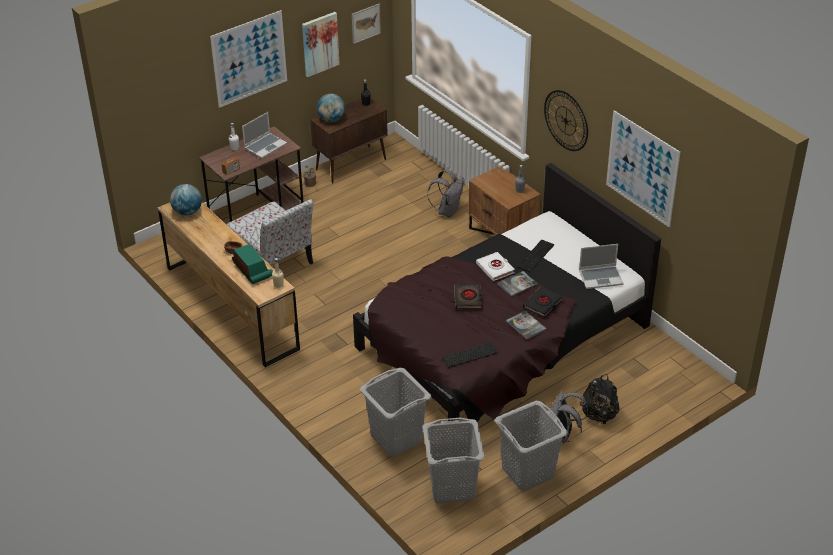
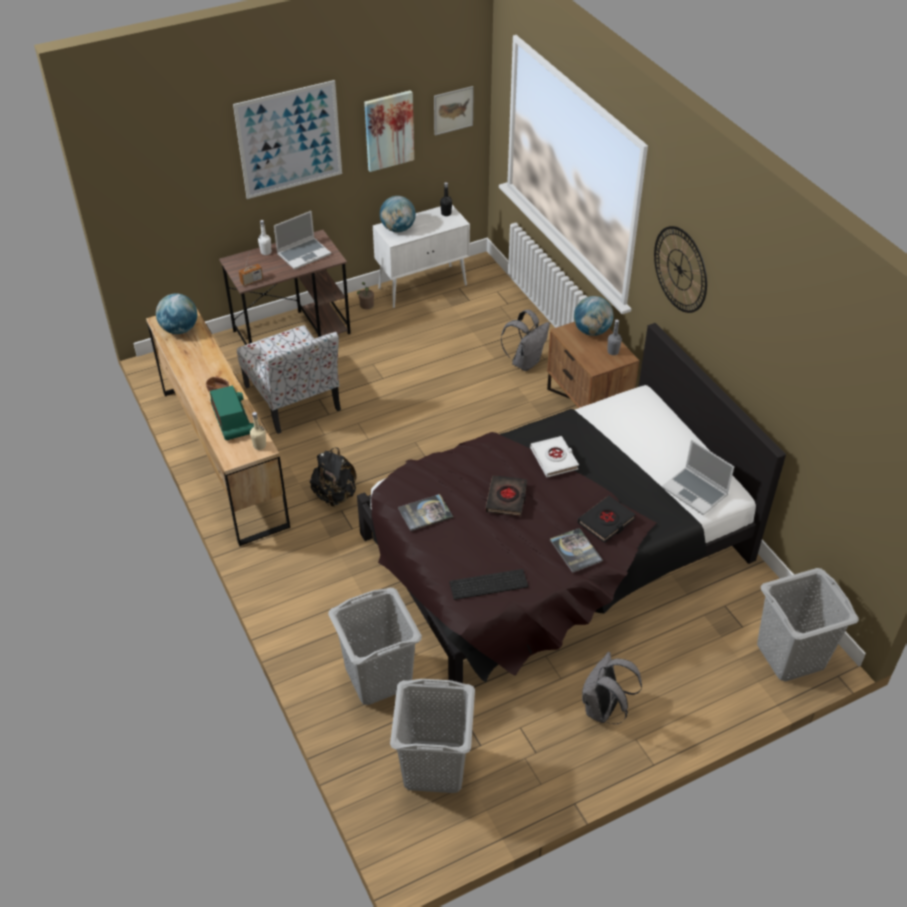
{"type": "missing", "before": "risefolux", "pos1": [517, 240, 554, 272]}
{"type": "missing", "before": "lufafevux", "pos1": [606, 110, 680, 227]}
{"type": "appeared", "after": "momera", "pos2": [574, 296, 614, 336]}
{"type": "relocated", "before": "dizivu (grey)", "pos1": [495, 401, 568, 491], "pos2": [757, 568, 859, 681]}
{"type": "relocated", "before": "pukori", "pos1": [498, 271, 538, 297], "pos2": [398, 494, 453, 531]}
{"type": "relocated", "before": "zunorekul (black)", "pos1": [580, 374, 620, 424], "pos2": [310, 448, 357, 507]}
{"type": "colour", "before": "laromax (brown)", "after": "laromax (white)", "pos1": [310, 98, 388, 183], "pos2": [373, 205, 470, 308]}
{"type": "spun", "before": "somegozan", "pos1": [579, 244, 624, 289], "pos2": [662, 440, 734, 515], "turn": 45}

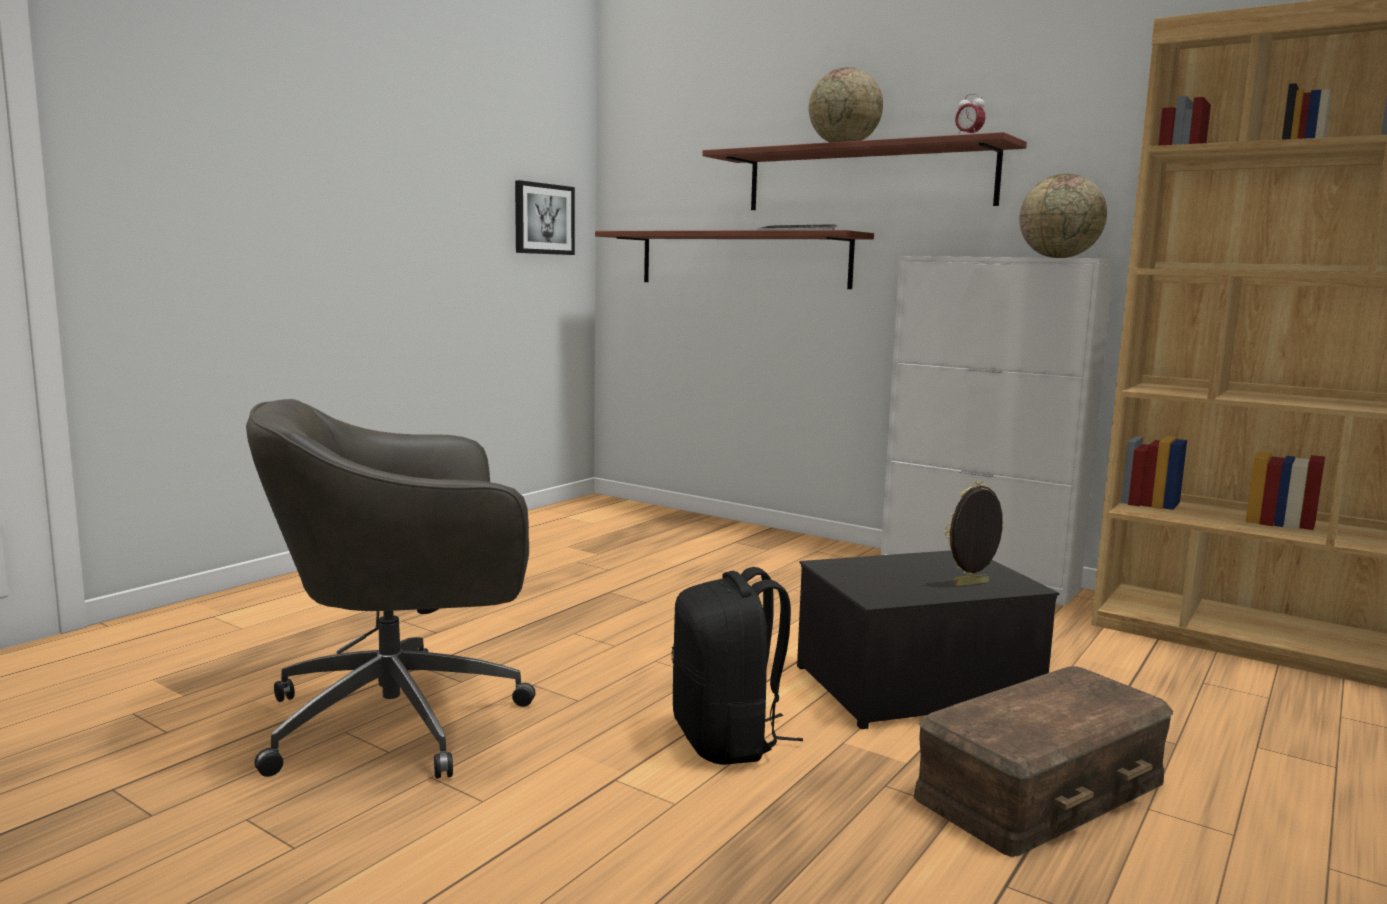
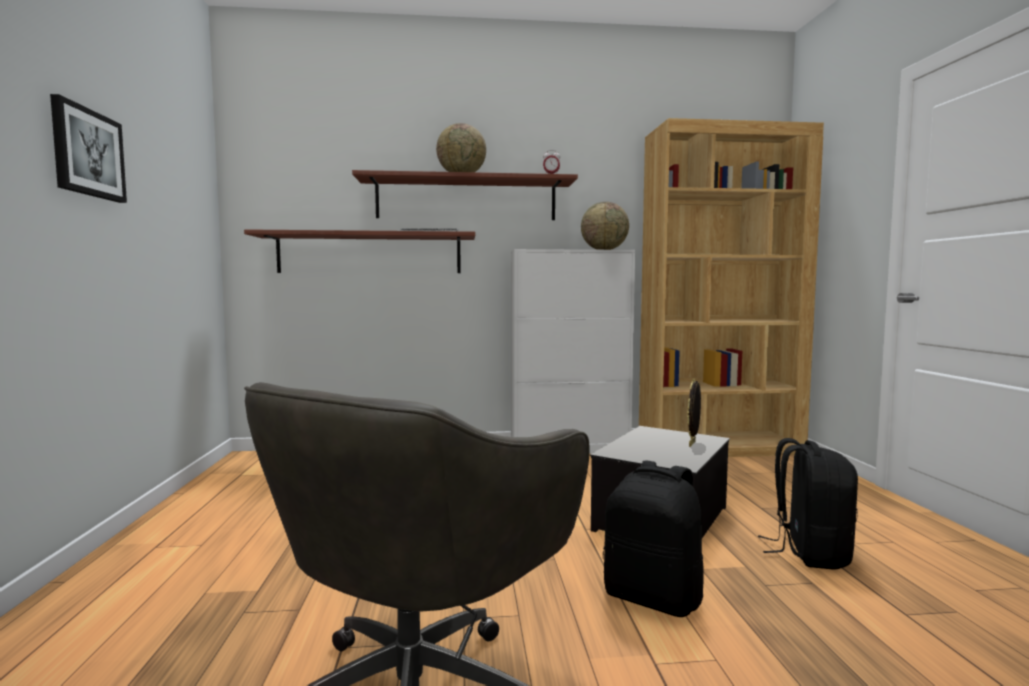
{"type": "relocated", "before": "lufafevux", "pos1": [515, 180, 575, 255], "pos2": [50, 94, 127, 203]}
{"type": "exchanged", "before": "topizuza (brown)", "after": "zunorekul (black)", "pos1": [914, 666, 1173, 857], "pos2": [758, 438, 858, 570]}

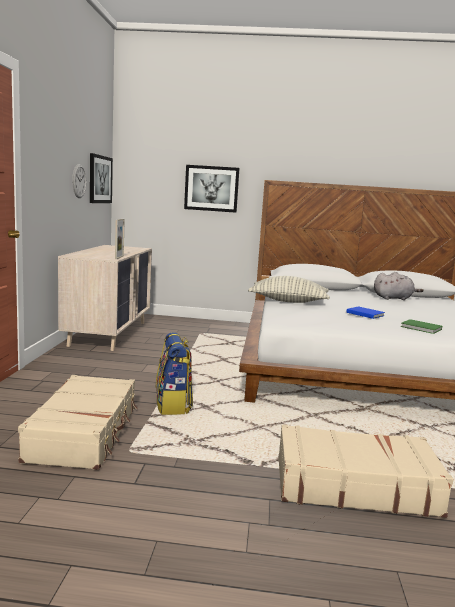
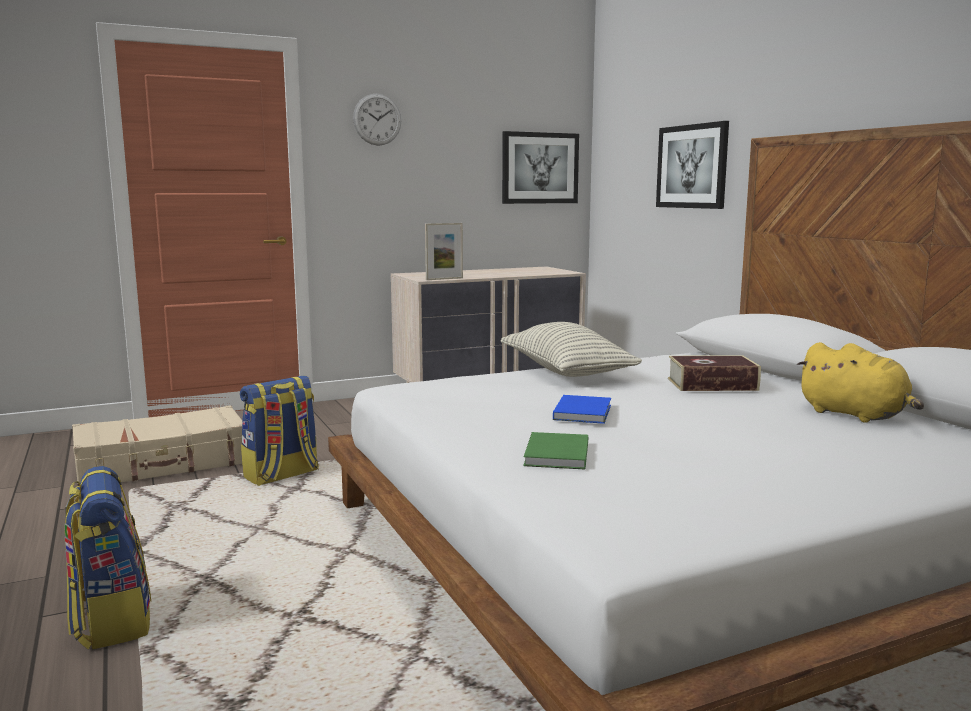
{"type": "appeared", "after": "pukori", "pos2": [668, 355, 761, 391]}
{"type": "relocated", "before": "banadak", "pos1": [72, 164, 86, 198], "pos2": [353, 94, 401, 146]}
{"type": "exchanged", "before": "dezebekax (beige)", "after": "zunorekul", "pos1": [279, 425, 454, 518], "pos2": [64, 466, 151, 650]}
{"type": "colour", "before": "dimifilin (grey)", "after": "dimifilin (yellow)", "pos1": [374, 272, 424, 300], "pos2": [797, 342, 924, 423]}

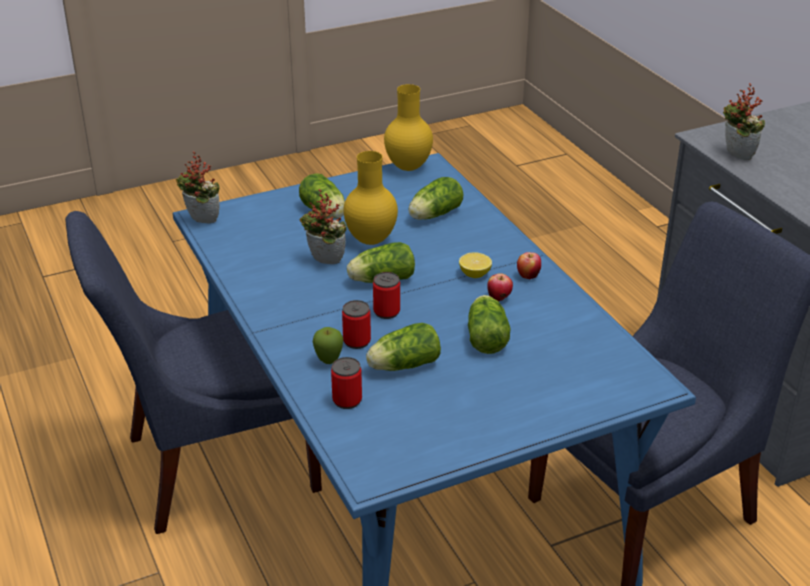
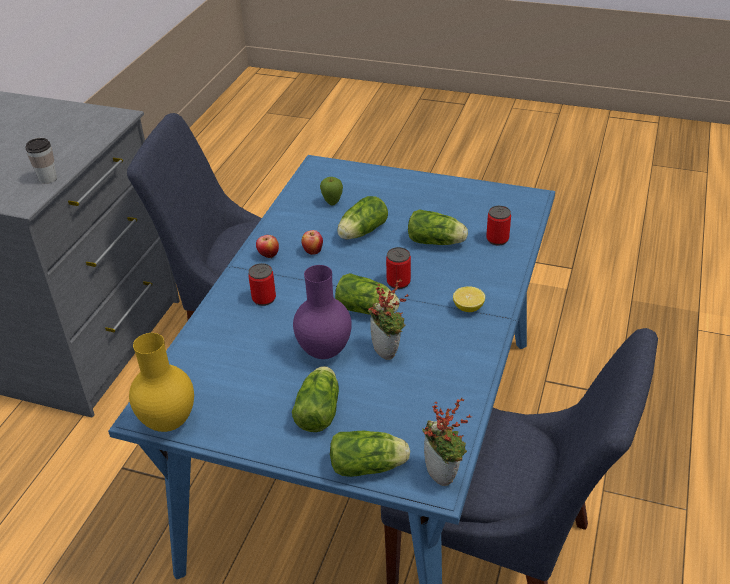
{"type": "relocated", "before": "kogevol", "pos1": [313, 327, 343, 364], "pos2": [320, 177, 343, 206]}
{"type": "relocated", "before": "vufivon", "pos1": [342, 300, 371, 349], "pos2": [248, 263, 276, 306]}
{"type": "relocated", "before": "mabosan", "pos1": [408, 177, 464, 220], "pos2": [330, 431, 410, 477]}
{"type": "relocated", "before": "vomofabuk", "pos1": [459, 252, 492, 278], "pos2": [453, 286, 485, 312]}
{"type": "exchanged", "before": "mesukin", "after": "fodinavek", "pos1": [723, 83, 765, 160], "pos2": [25, 138, 57, 184]}
{"type": "colour", "before": "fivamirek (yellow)", "after": "fivamirek (purple)", "pos1": [343, 151, 398, 245], "pos2": [293, 265, 352, 359]}

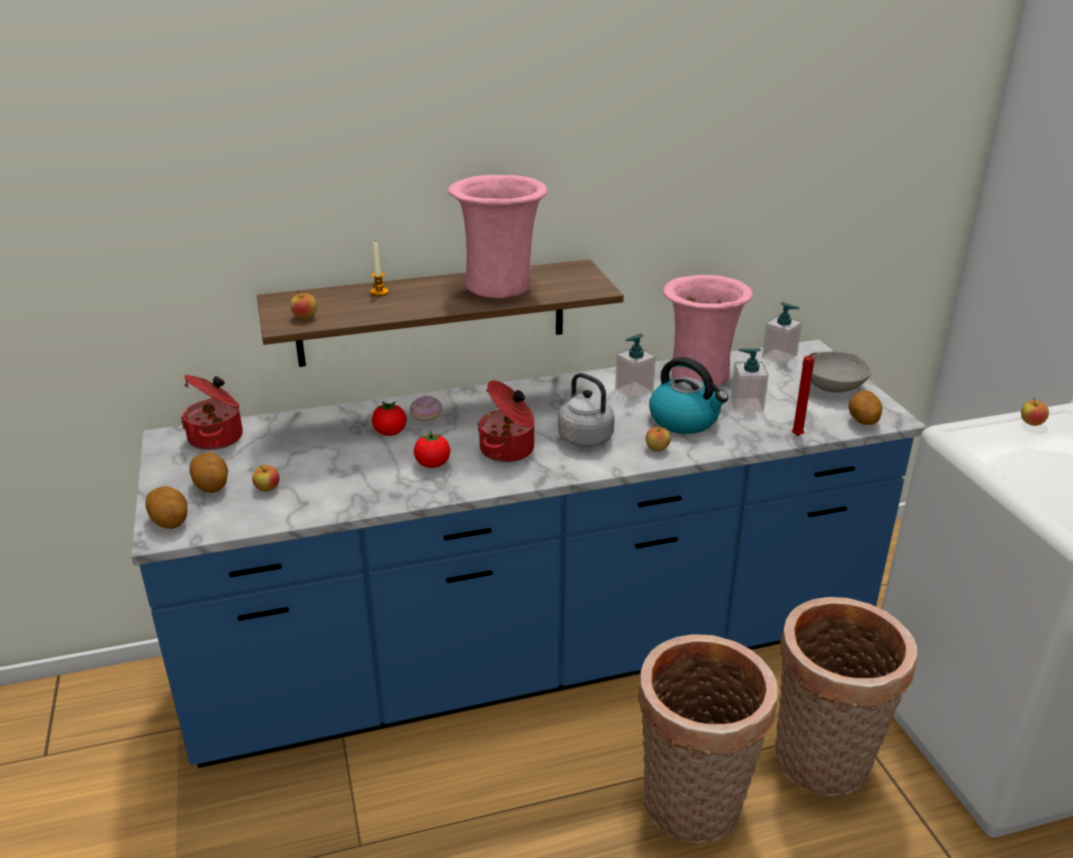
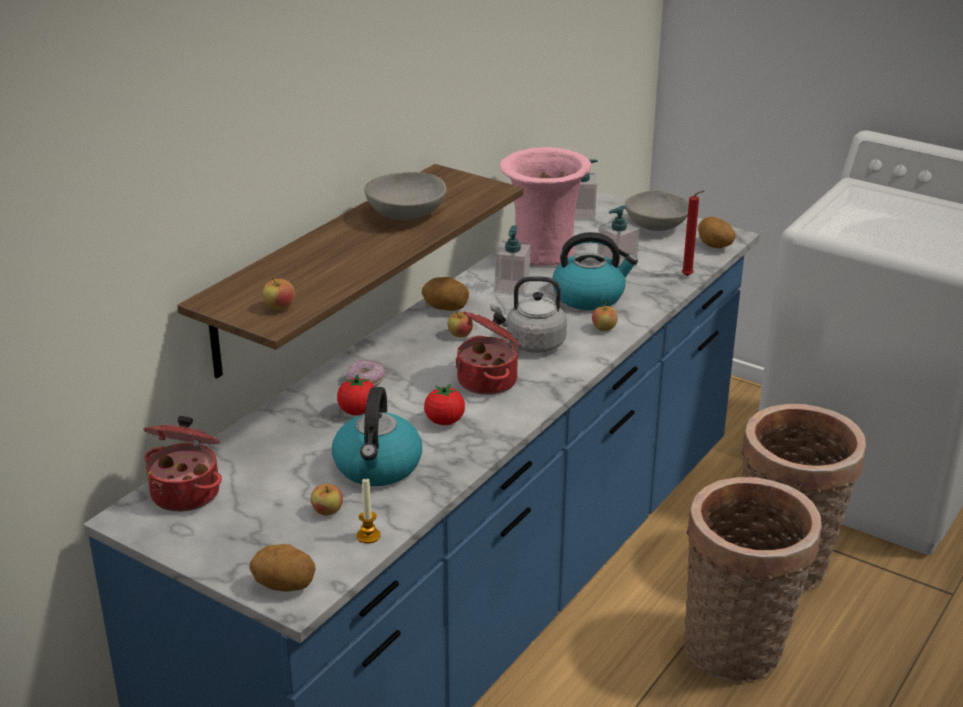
{"type": "appeared", "after": "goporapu", "pos2": [332, 387, 422, 486]}
{"type": "relocated", "before": "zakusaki", "pos1": [190, 452, 228, 493], "pos2": [422, 277, 469, 311]}
{"type": "relocated", "before": "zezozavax", "pos1": [370, 242, 389, 296], "pos2": [356, 478, 381, 544]}
{"type": "relocated", "before": "kogevol", "pos1": [1021, 398, 1049, 426], "pos2": [448, 311, 473, 338]}
{"type": "exchanged", "before": "fivamirek (pink)", "after": "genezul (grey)", "pos1": [448, 175, 547, 298], "pos2": [364, 172, 446, 220]}

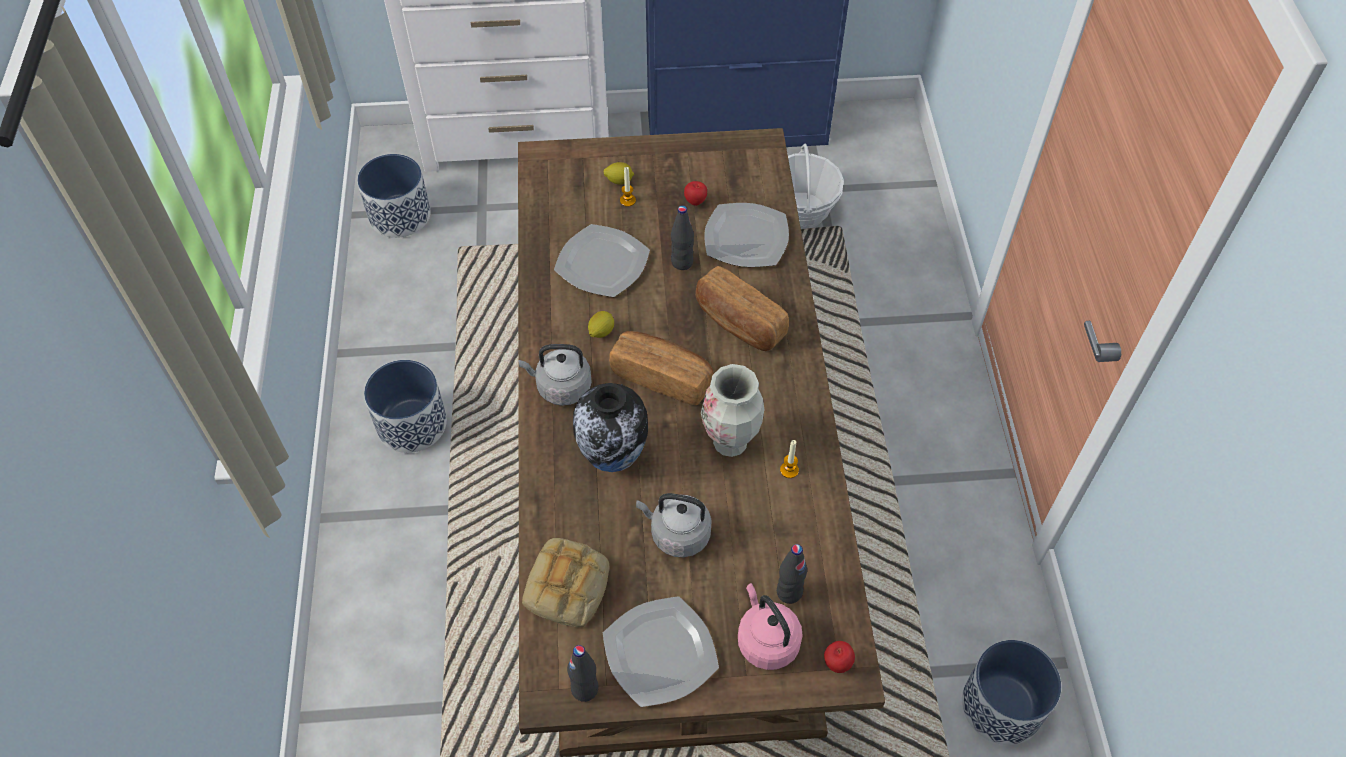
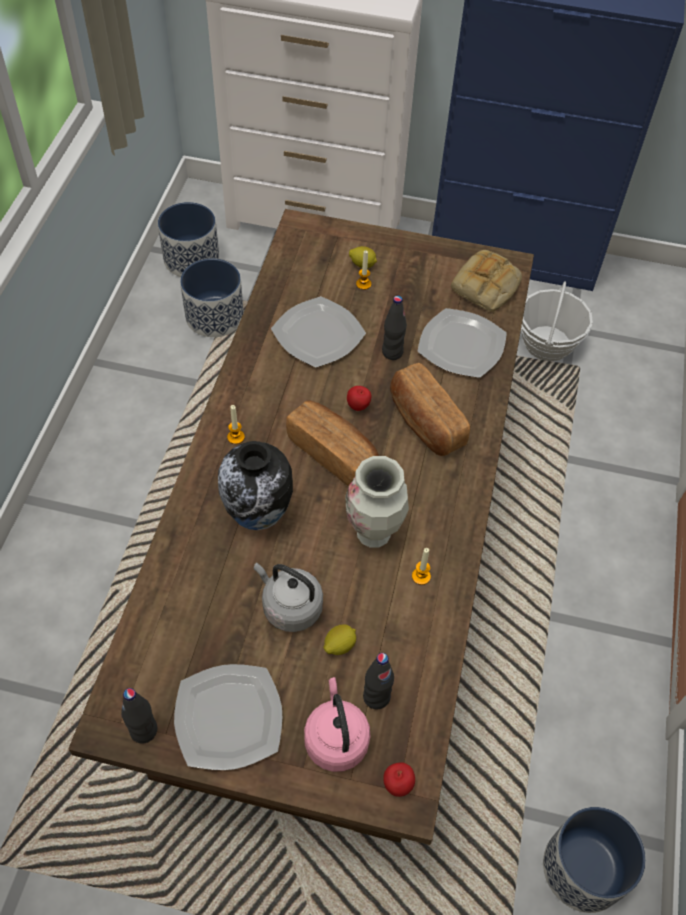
{"type": "relocated", "before": "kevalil", "pos1": [364, 360, 447, 453], "pos2": [180, 258, 244, 337]}
{"type": "relocated", "before": "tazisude", "pos1": [522, 538, 609, 628], "pos2": [451, 250, 522, 312]}
{"type": "relocated", "before": "vomofabuk", "pos1": [588, 311, 614, 338], "pos2": [323, 624, 356, 655]}
{"type": "relocated", "before": "kogevol", "pos1": [684, 181, 707, 206], "pos2": [347, 386, 371, 411]}
{"type": "exchanged", "before": "goporapu (grey)", "after": "zezozavax", "pos1": [519, 344, 592, 406], "pos2": [227, 405, 245, 444]}

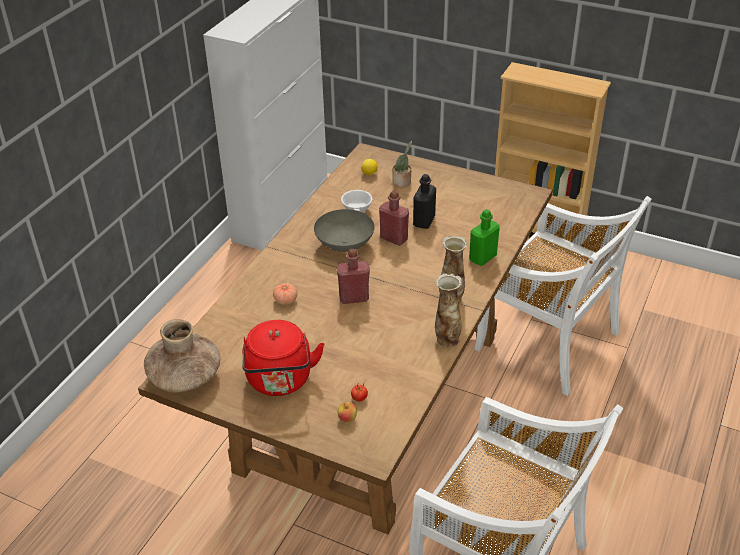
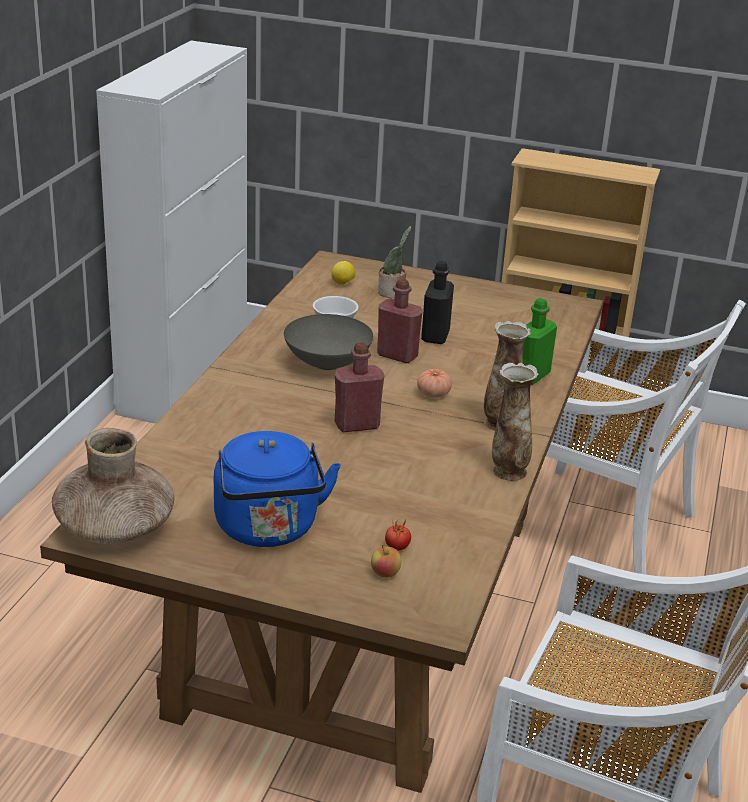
{"type": "relocated", "before": "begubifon", "pos1": [273, 283, 298, 305], "pos2": [417, 369, 452, 398]}
{"type": "colour", "before": "goporapu (red)", "after": "goporapu (blue)", "pos1": [242, 320, 324, 396], "pos2": [214, 431, 341, 547]}

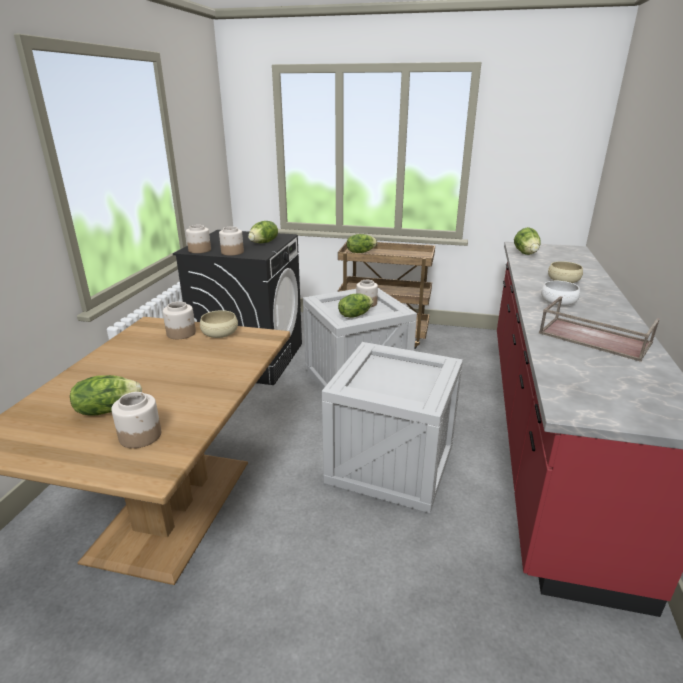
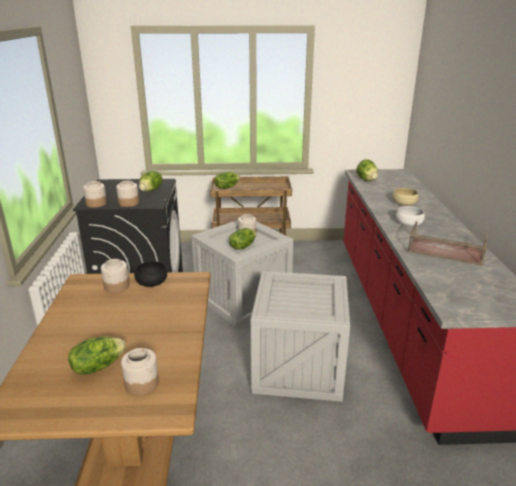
{"type": "colour", "before": "genezul (beige)", "after": "genezul (black)", "pos1": [200, 310, 238, 338], "pos2": [134, 261, 167, 287]}

